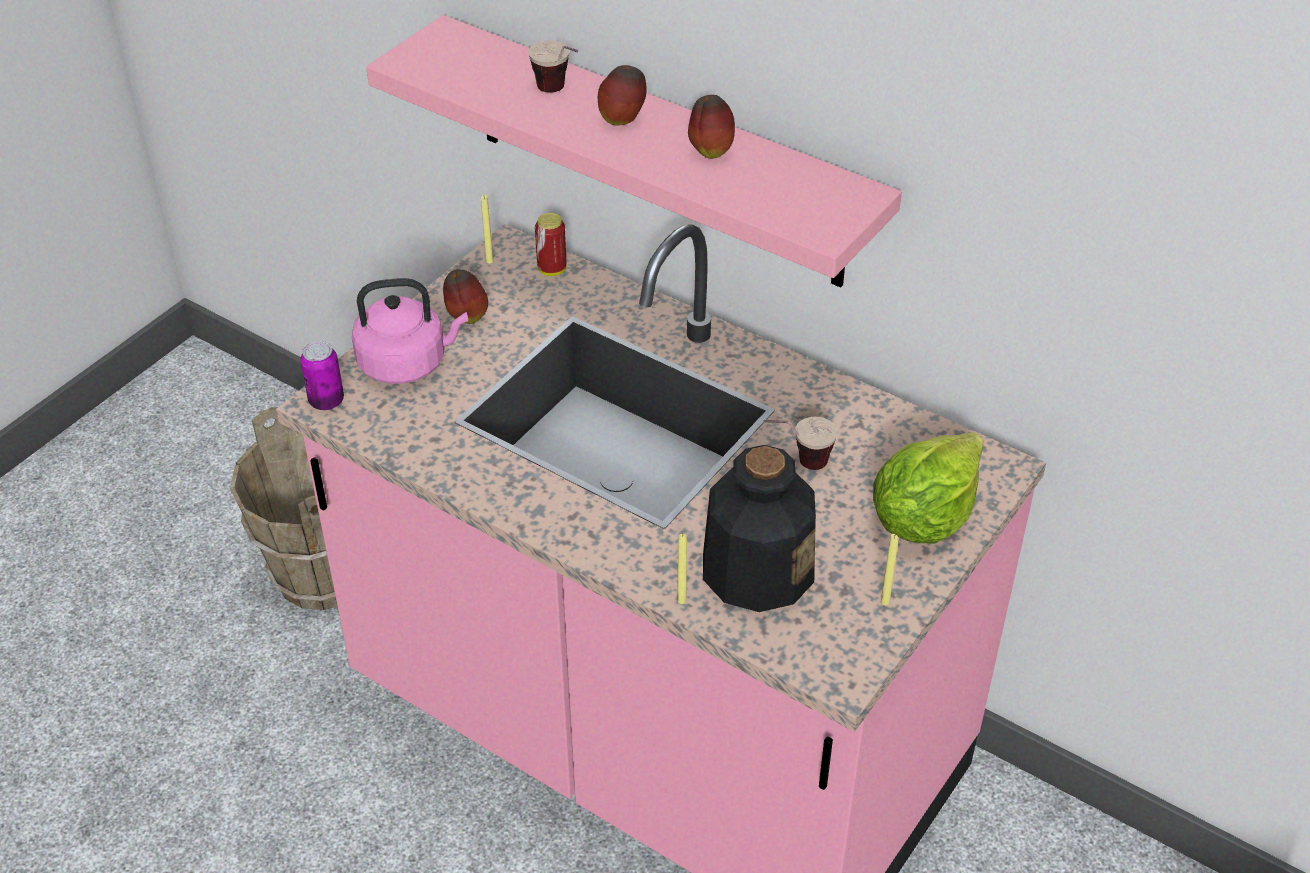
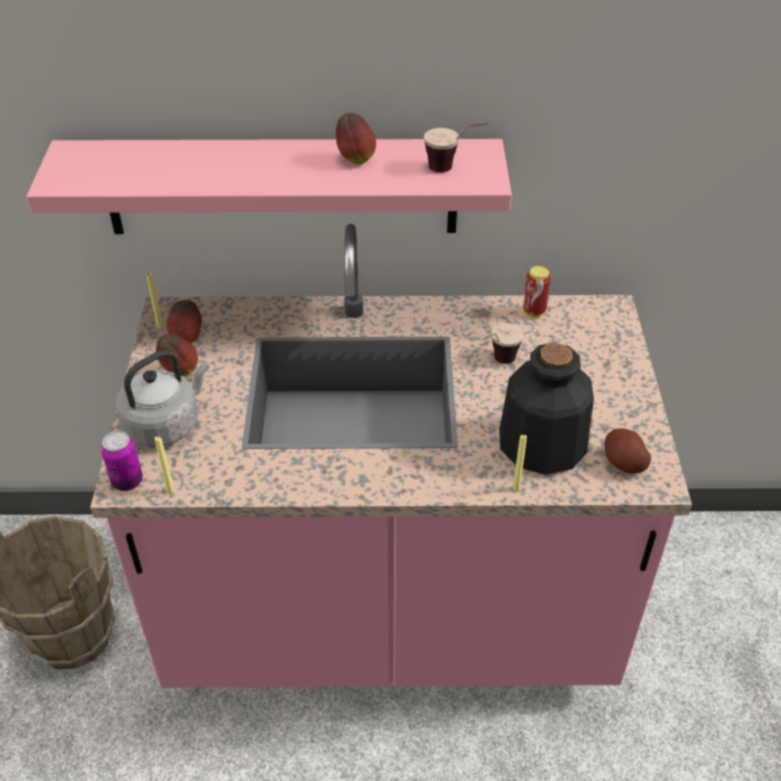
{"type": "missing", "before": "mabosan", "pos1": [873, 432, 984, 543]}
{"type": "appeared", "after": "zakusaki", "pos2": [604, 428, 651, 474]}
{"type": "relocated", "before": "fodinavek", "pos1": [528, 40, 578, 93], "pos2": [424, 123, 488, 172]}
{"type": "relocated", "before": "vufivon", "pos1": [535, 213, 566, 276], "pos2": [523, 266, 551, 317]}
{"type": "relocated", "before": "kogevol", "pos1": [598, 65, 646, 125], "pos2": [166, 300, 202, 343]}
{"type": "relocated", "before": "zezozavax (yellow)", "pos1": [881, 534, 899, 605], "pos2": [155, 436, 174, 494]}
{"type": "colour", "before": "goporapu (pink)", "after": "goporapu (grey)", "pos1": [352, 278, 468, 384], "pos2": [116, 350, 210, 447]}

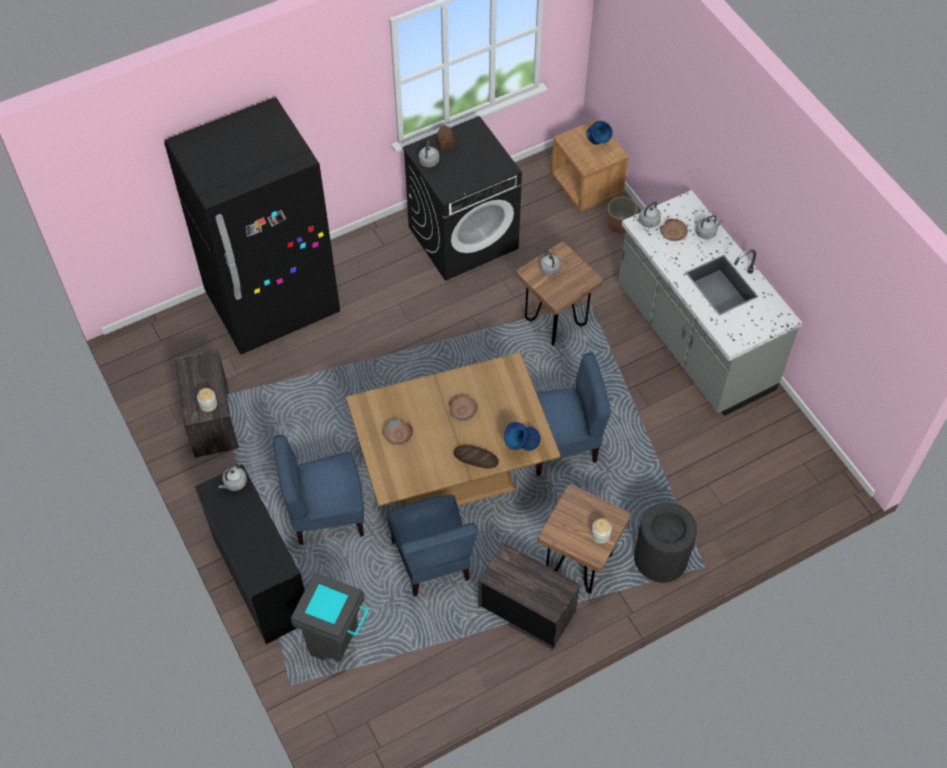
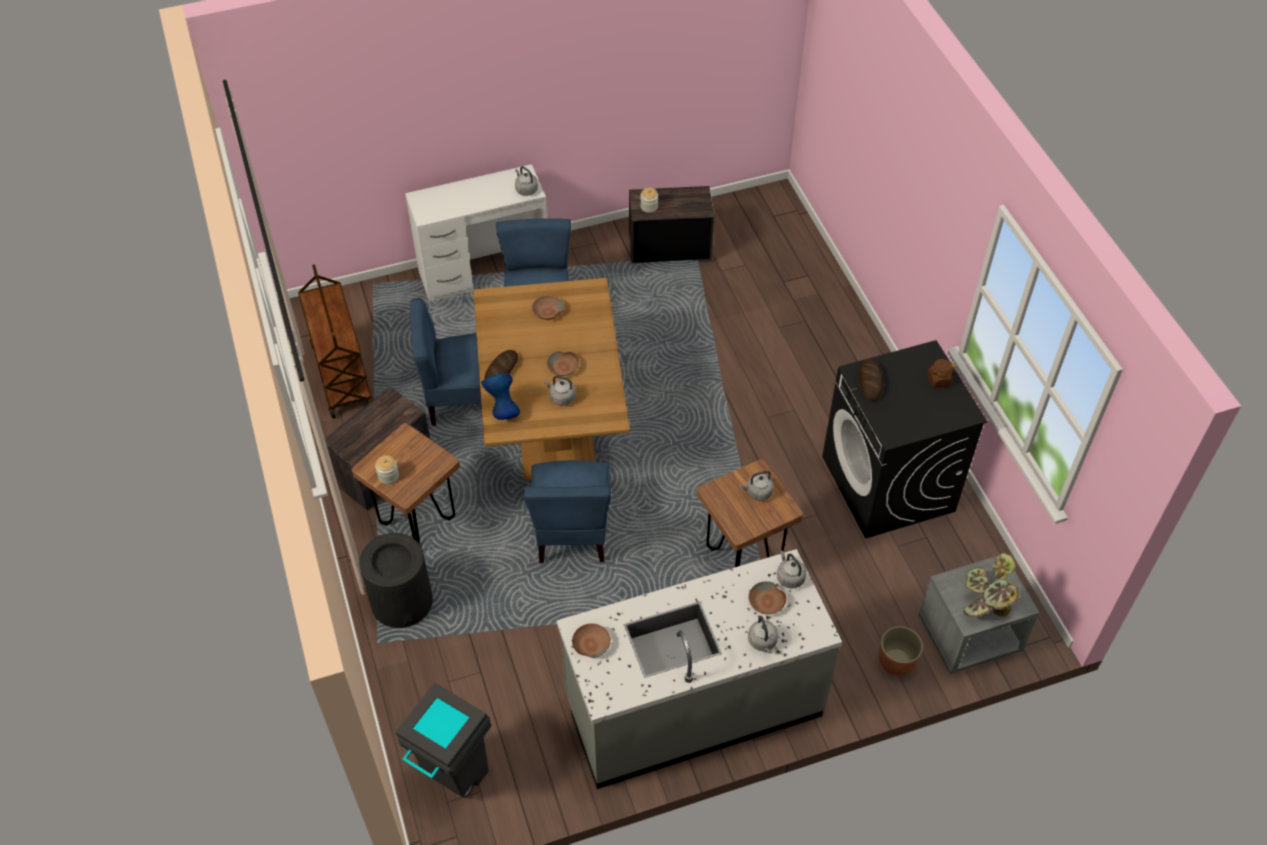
{"type": "missing", "before": "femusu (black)", "pos1": [164, 97, 340, 354]}
{"type": "appeared", "after": "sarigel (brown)", "pos2": [298, 264, 373, 419]}
{"type": "appeared", "after": "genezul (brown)", "pos2": [572, 623, 611, 658]}
{"type": "appeared", "after": "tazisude", "pos2": [859, 359, 882, 401]}
{"type": "relocated", "before": "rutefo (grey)", "pos1": [291, 572, 369, 663], "pos2": [396, 683, 491, 798]}
{"type": "relocated", "before": "goporapu (grey)", "pos1": [419, 140, 439, 167], "pos2": [544, 376, 576, 406]}
{"type": "exchanged", "before": "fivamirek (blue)", "after": "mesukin", "pos1": [586, 121, 613, 145], "pos2": [963, 553, 1019, 617]}
{"type": "colour", "before": "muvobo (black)", "after": "muvobo (white)", "pos1": [195, 464, 305, 644], "pos2": [405, 164, 547, 302]}
{"type": "colour", "before": "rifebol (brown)", "after": "rifebol (grey)", "pos1": [551, 119, 629, 212], "pos2": [918, 556, 1039, 674]}

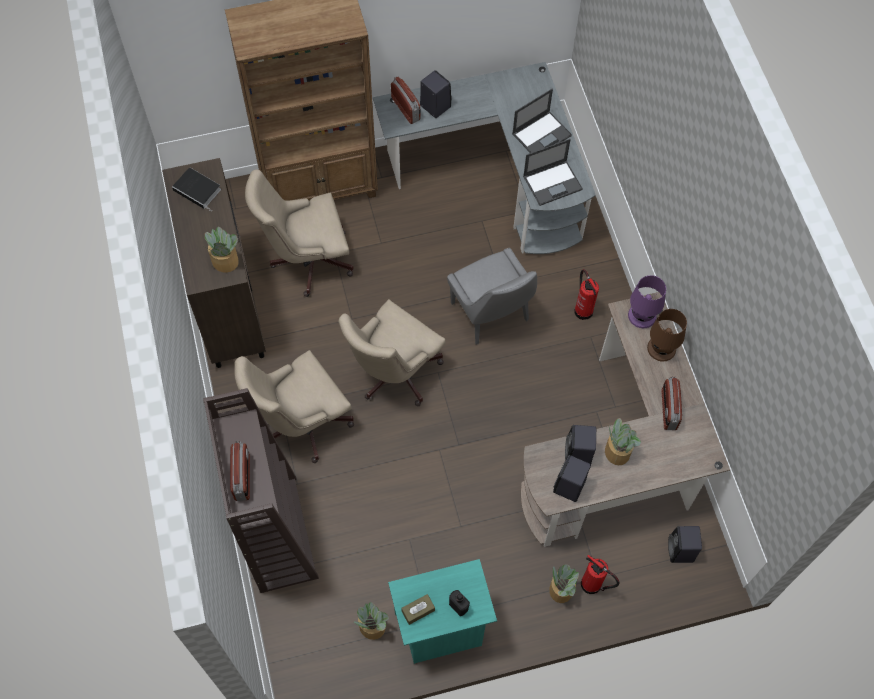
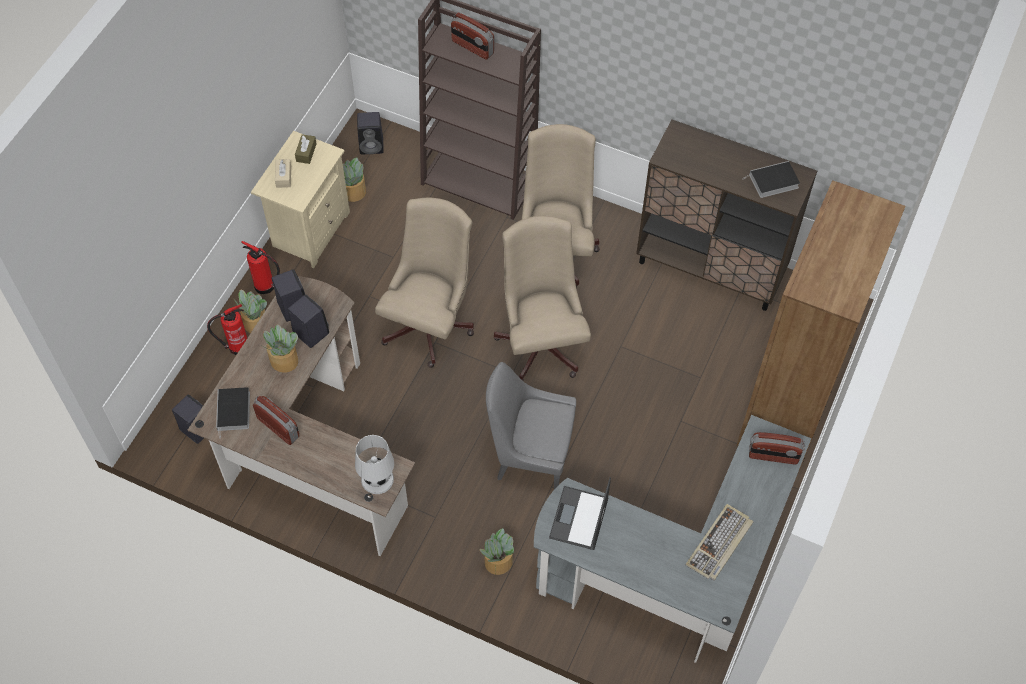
{"type": "missing", "before": "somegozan", "pos1": [512, 88, 572, 153]}
{"type": "missing", "before": "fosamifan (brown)", "pos1": [647, 309, 687, 362]}
{"type": "appeared", "after": "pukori", "pos2": [216, 387, 250, 438]}
{"type": "appeared", "after": "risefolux", "pos2": [686, 504, 753, 581]}
{"type": "relocated", "before": "mesukin", "pos1": [205, 226, 239, 272], "pos2": [479, 528, 514, 575]}
{"type": "relocated", "before": "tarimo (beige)", "pos1": [245, 169, 354, 297], "pos2": [375, 198, 474, 368]}
{"type": "relocated", "before": "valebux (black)", "pos1": [420, 70, 452, 118], "pos2": [357, 112, 384, 155]}
{"type": "relocated", "before": "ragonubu", "pos1": [574, 269, 599, 320], "pos2": [241, 241, 280, 294]}
{"type": "exchanged", "before": "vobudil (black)", "after": "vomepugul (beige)", "pos1": [449, 590, 470, 616], "pos2": [275, 159, 291, 188]}
{"type": "colour", "before": "rifebol (turquoise)", "after": "rifebol (beige)", "pos1": [388, 559, 497, 664], "pos2": [251, 131, 350, 268]}
{"type": "colour", "before": "fosamifan (purple)", "after": "fosamifan (white)", "pos1": [628, 275, 666, 328], "pos2": [355, 435, 394, 494]}

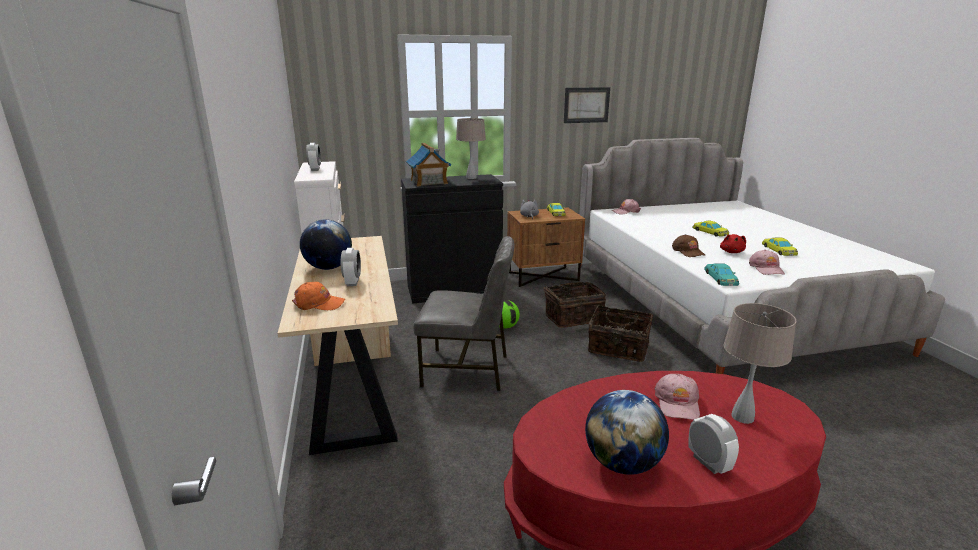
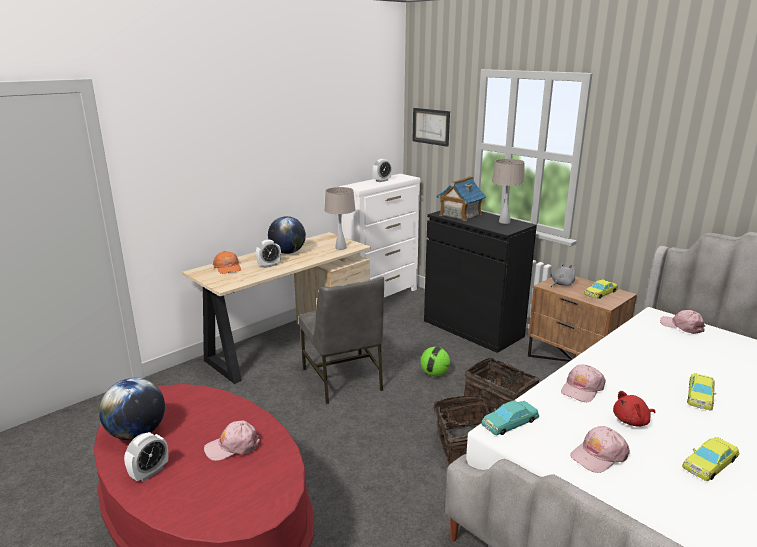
{"type": "relocated", "before": "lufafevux", "pos1": [564, 87, 610, 123], "pos2": [412, 108, 450, 147]}
{"type": "relocated", "before": "fosamifan (beige)", "pos1": [724, 303, 797, 424], "pos2": [324, 187, 356, 250]}
{"type": "colour", "before": "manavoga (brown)", "after": "manavoga (pink)", "pos1": [672, 234, 705, 257], "pos2": [561, 364, 606, 402]}

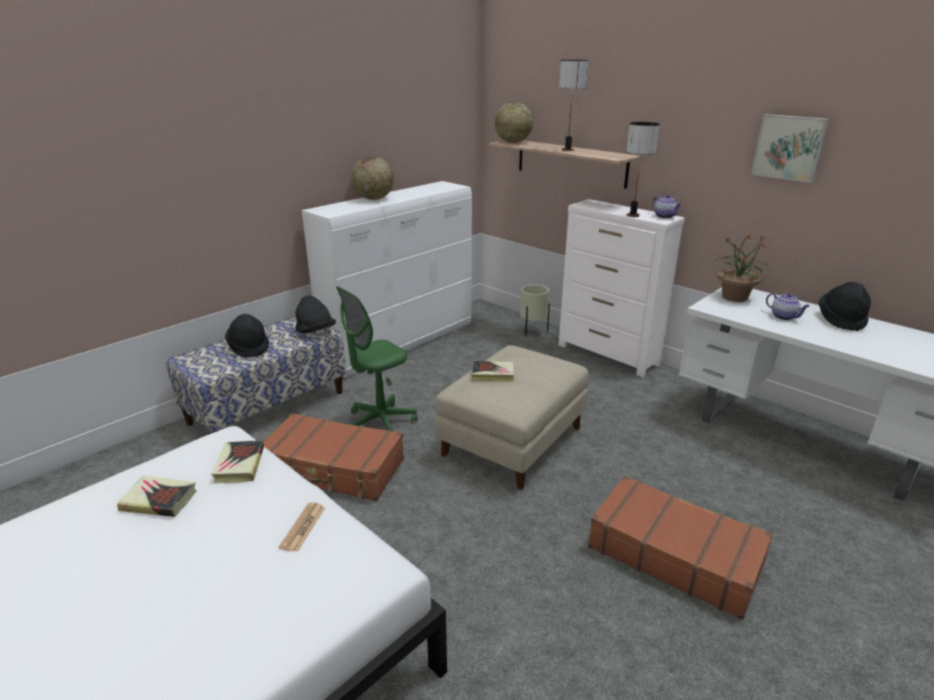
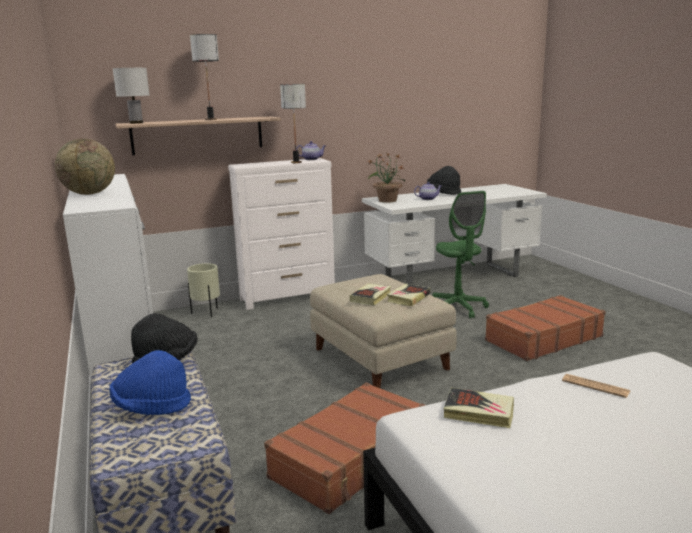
{"type": "missing", "before": "lufafevux", "pos1": [751, 114, 829, 183]}
{"type": "relocated", "before": "pukori", "pos1": [117, 476, 196, 517], "pos2": [387, 284, 430, 306]}
{"type": "relocated", "before": "tarimo (green)", "pos1": [336, 286, 418, 431], "pos2": [432, 191, 489, 318]}
{"type": "exchanged", "before": "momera", "after": "fosamifan (white)", "pos1": [495, 102, 533, 143], "pos2": [113, 68, 150, 124]}
{"type": "colour", "before": "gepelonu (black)", "after": "gepelonu (blue)", "pos1": [225, 314, 269, 358], "pos2": [110, 350, 191, 415]}

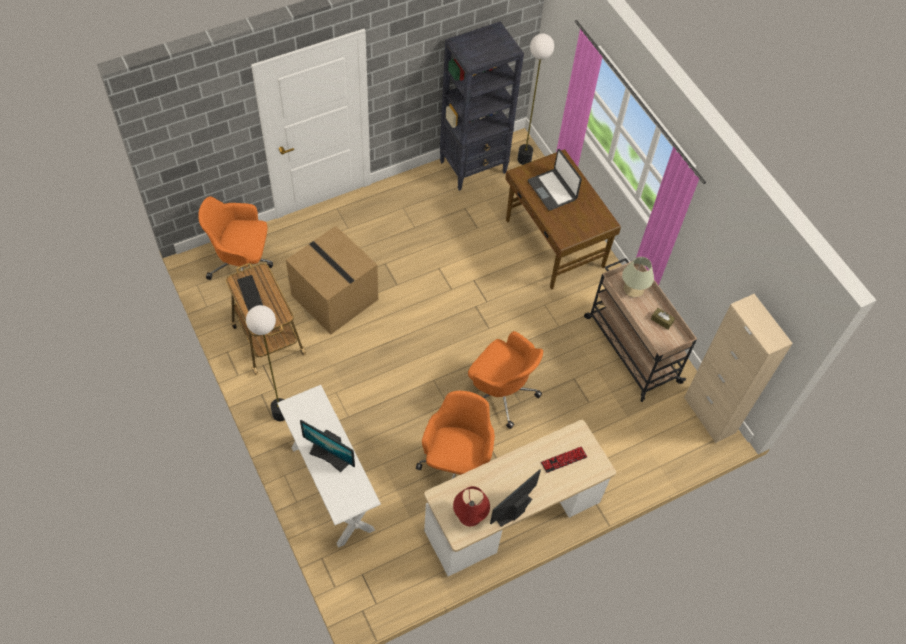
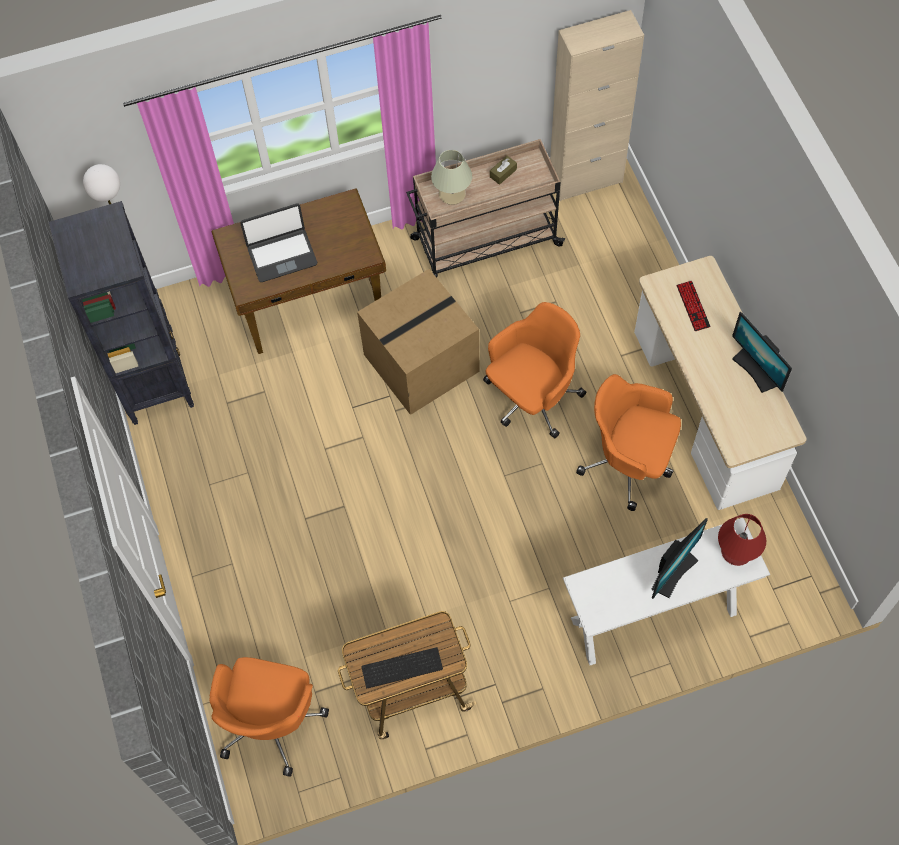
{"type": "missing", "before": "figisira", "pos1": [246, 305, 285, 421]}
{"type": "relocated", "before": "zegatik", "pos1": [286, 226, 378, 334], "pos2": [357, 269, 479, 415]}
{"type": "relocated", "before": "fosamifan (red)", "pos1": [453, 486, 490, 527], "pos2": [718, 514, 766, 566]}

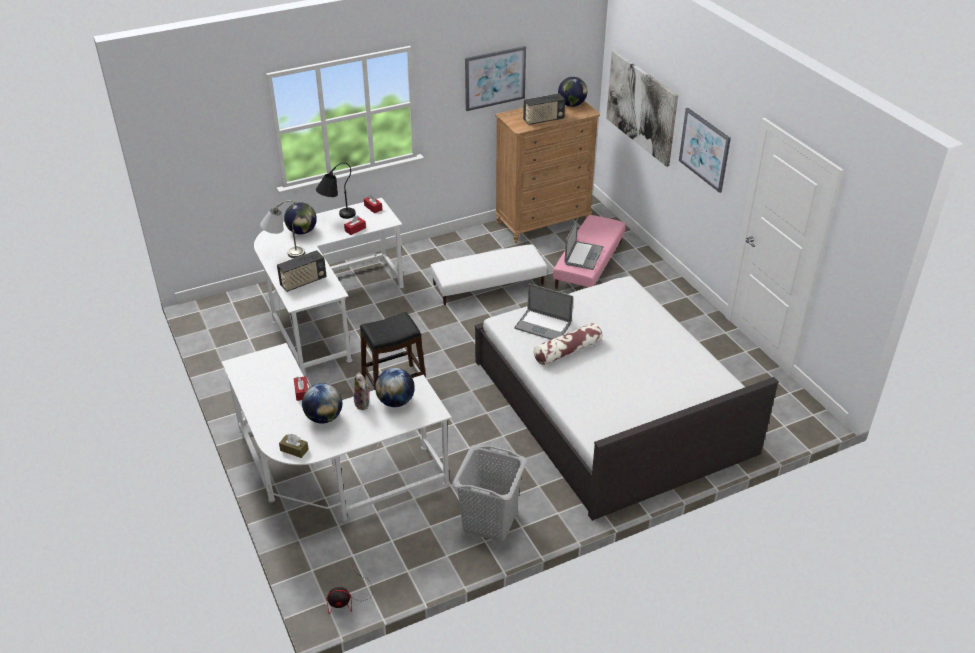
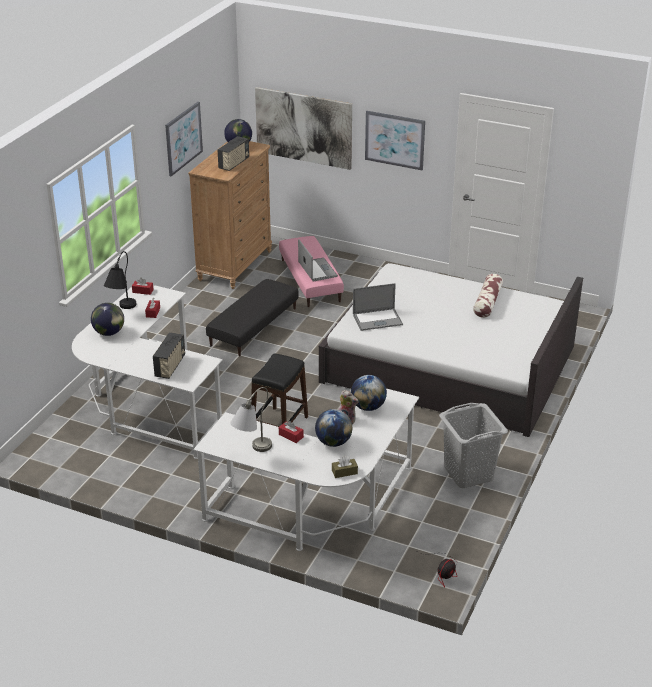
{"type": "relocated", "before": "fosamifan (grey)", "pos1": [260, 200, 305, 258], "pos2": [230, 387, 272, 452]}
{"type": "relocated", "before": "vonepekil", "pos1": [534, 323, 602, 365], "pos2": [473, 274, 503, 318]}
{"type": "colour", "before": "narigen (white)", "after": "narigen (black)", "pos1": [430, 244, 547, 305], "pos2": [206, 279, 299, 356]}

